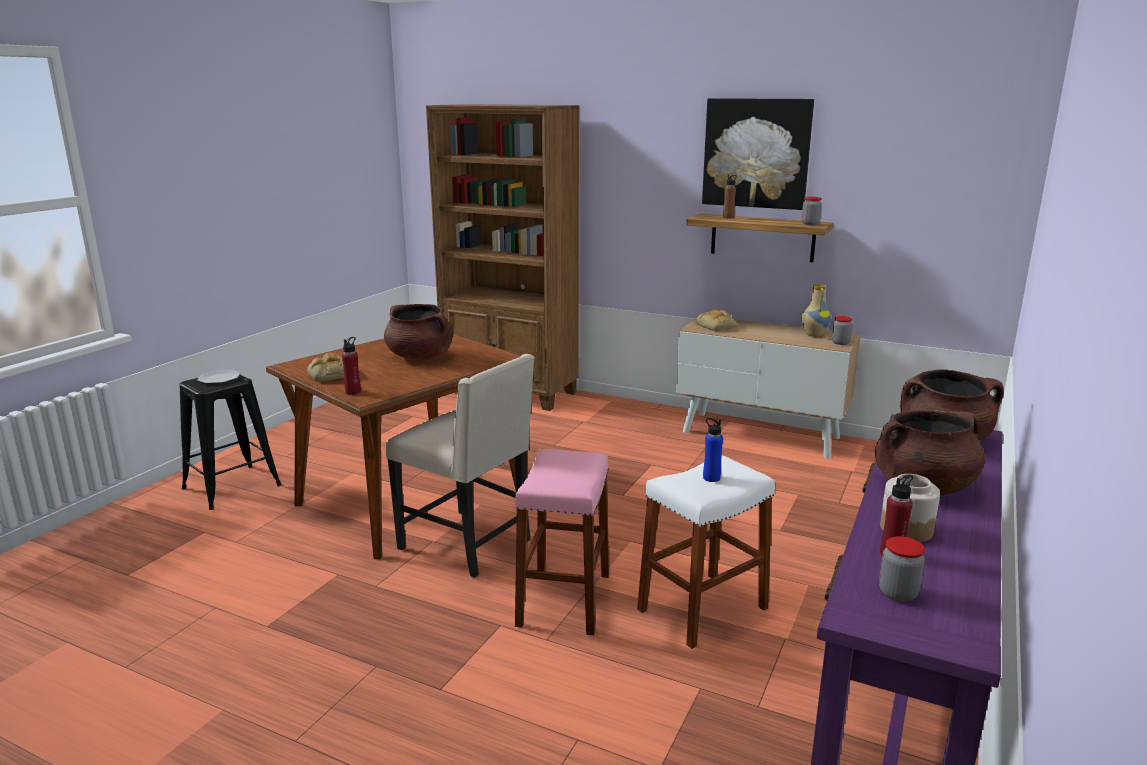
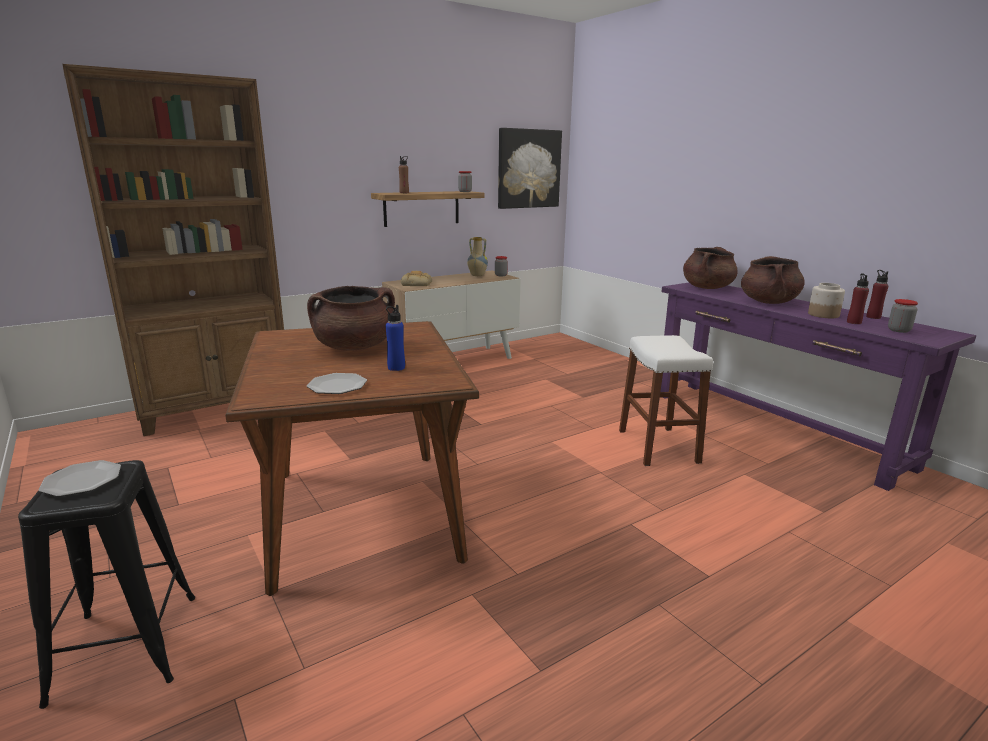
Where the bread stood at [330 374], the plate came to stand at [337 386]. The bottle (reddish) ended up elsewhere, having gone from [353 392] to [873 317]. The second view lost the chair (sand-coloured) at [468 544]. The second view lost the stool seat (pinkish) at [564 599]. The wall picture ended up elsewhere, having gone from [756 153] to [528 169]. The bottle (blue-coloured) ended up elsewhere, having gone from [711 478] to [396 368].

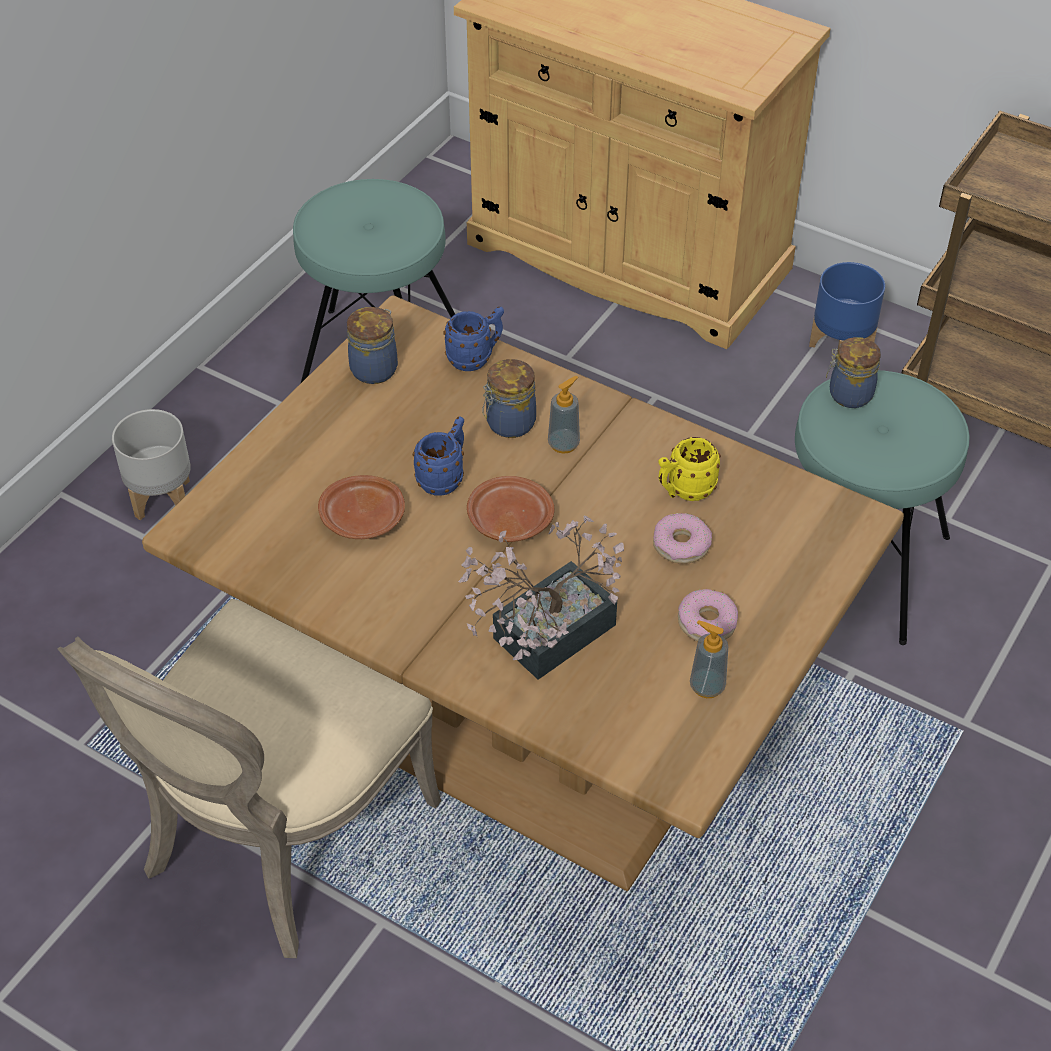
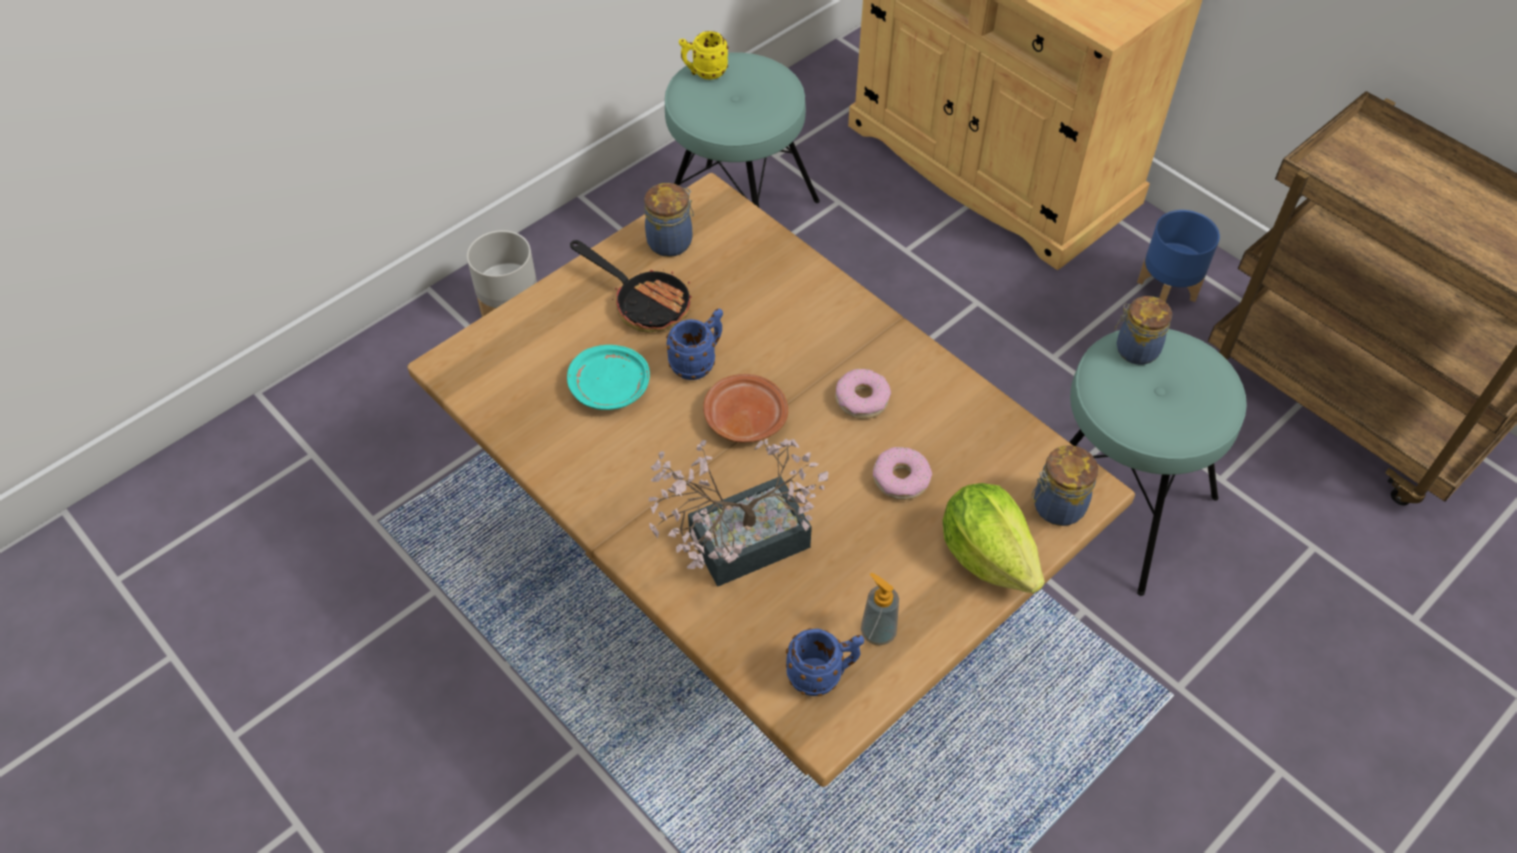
The second view lost the chair (sand-coloured) at [277 840]. What was the plate (brown-coloured) at [364 518] turned into the plate (turquoise) at [610 387]. The mug (blue-coloured) ended up elsewhere, having gone from [476 358] to [823 675]. The preserve jar ended up elsewhere, having gone from [508 424] to [1056 507]. The second view lost the soap dispenser at [563 444]. The mug (yellow-coloured) ended up elsewhere, having gone from [684 491] to [704 72]. The ring doughnut ended up elsewhere, having gone from [706 622] to [861 399]. The second view gained the pan at [644 302]. The second view gained the lettuce at [987 555].

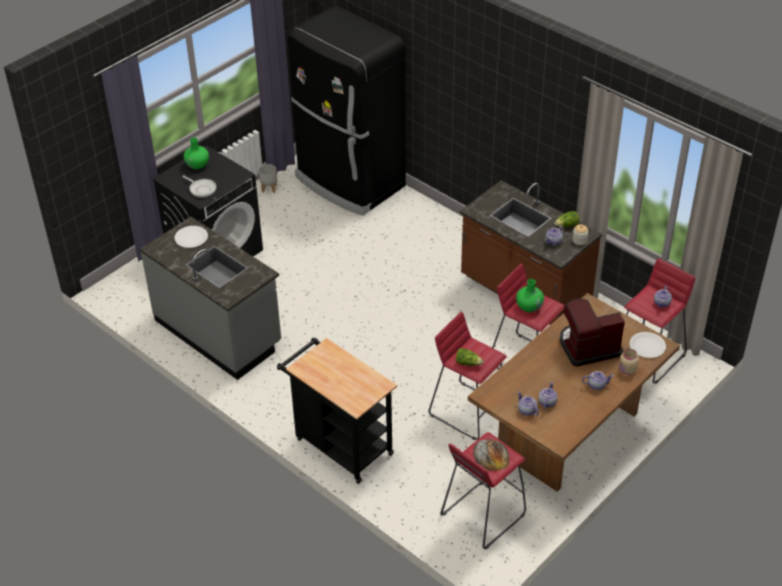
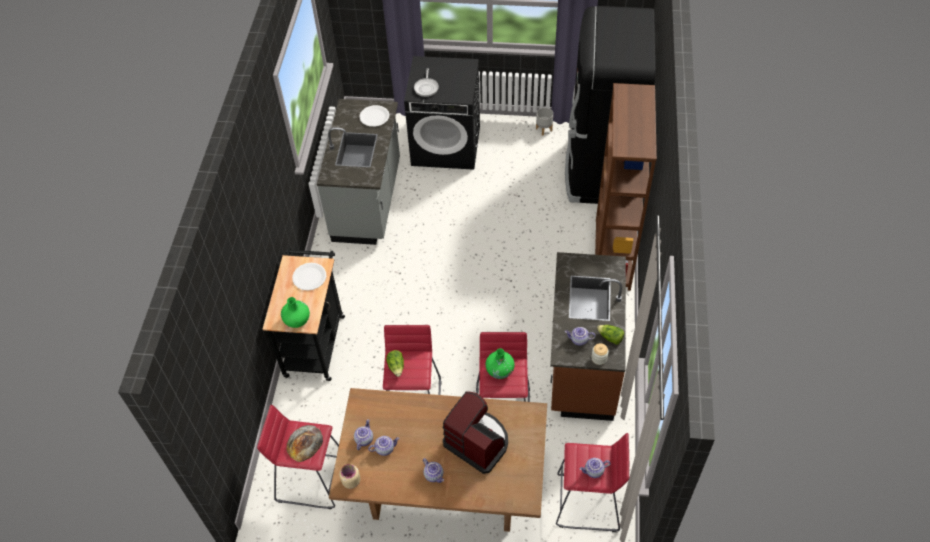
The vase (green-coloured) ended up elsewhere, having gone from [197 165] to [297 320]. The preserve jar (sand-coloured) ended up elsewhere, having gone from [627 370] to [350 481]. The plate (whitish) ended up elsewhere, having gone from [647 346] to [309 277]. The second view gained the bookshelf (brown-coloured) at [612 254].

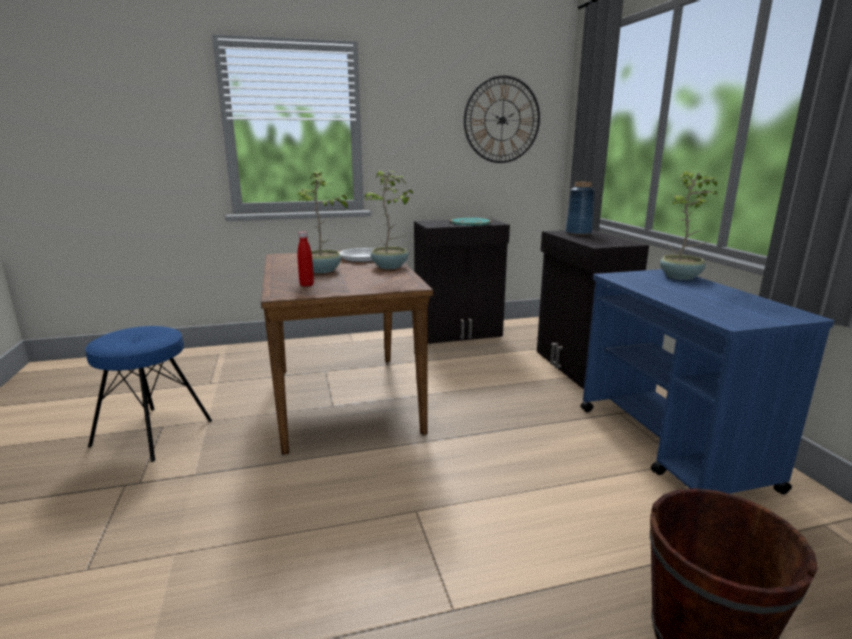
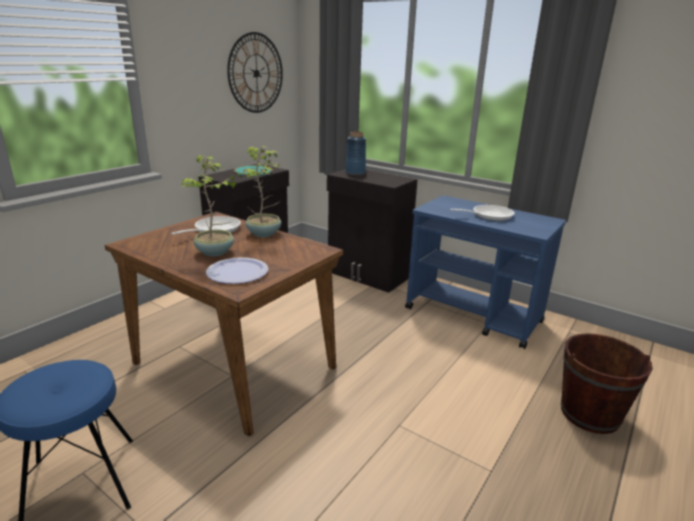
Where the bottle (reddish) stood at [306 285], the plate came to stand at [237 272]. The second view lost the potted plant at [681 277]. The second view gained the pan at [488 215].

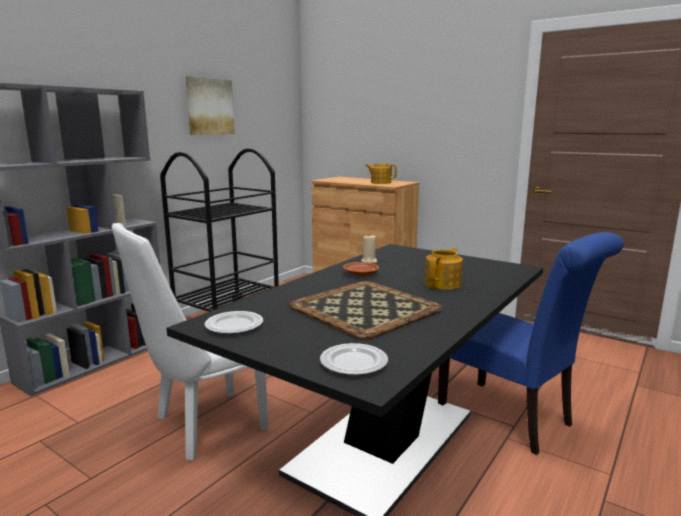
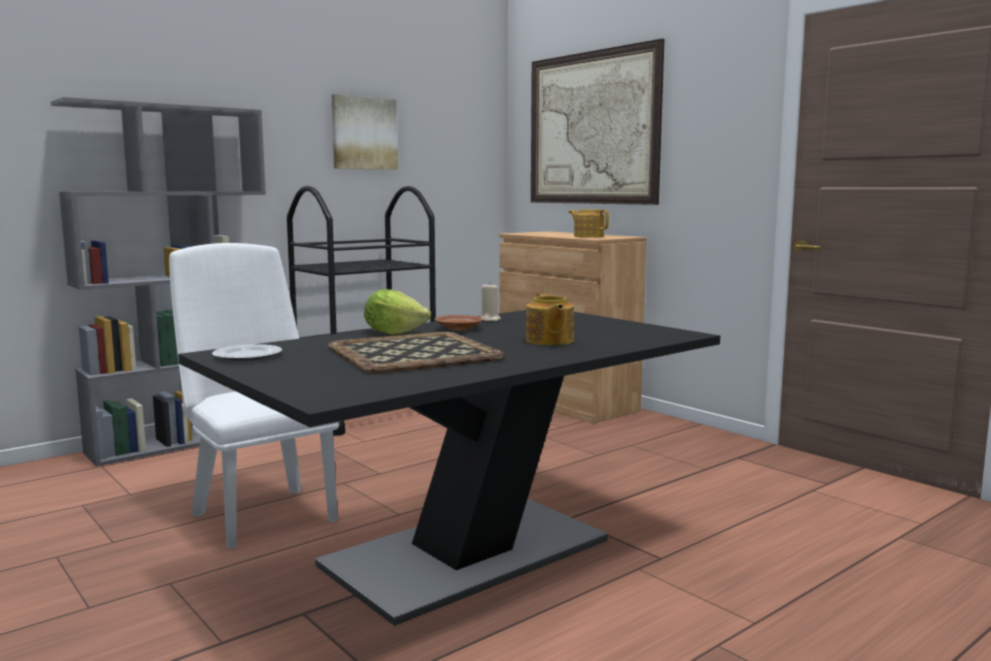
The chair (whitish) at [202 427] ended up facing another way, 75 degrees clockwise from before. The second view lost the plate at [353 363]. The tea pot at [443 284] ended up facing another way, 120 degrees clockwise from before. The second view lost the chair (blue-coloured) at [511 419]. The second view gained the lettuce at [394 333]. The second view gained the wall picture at [592 128].

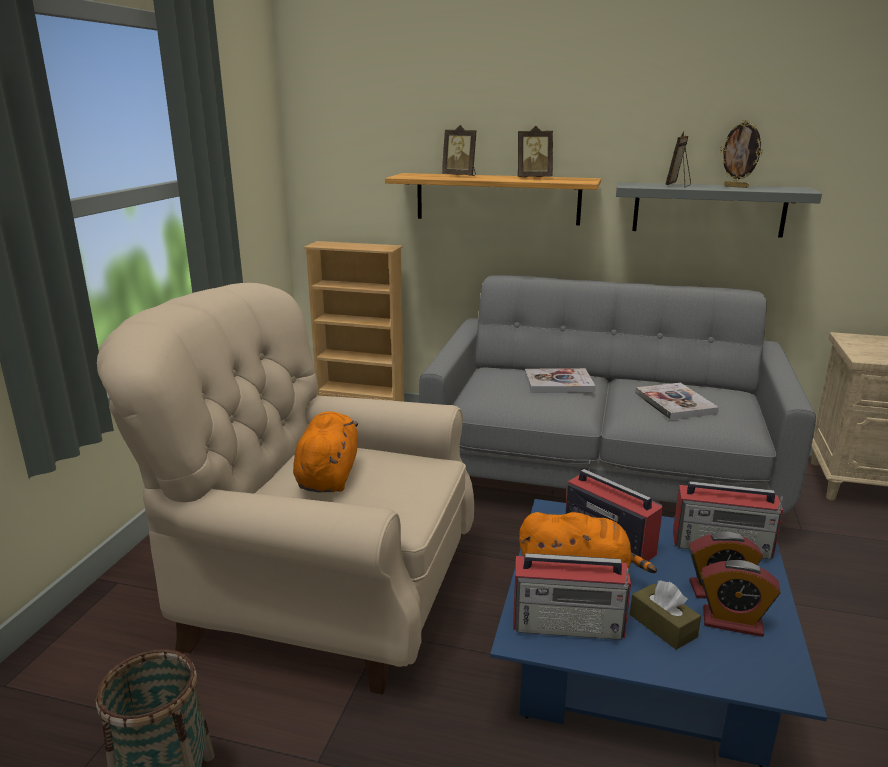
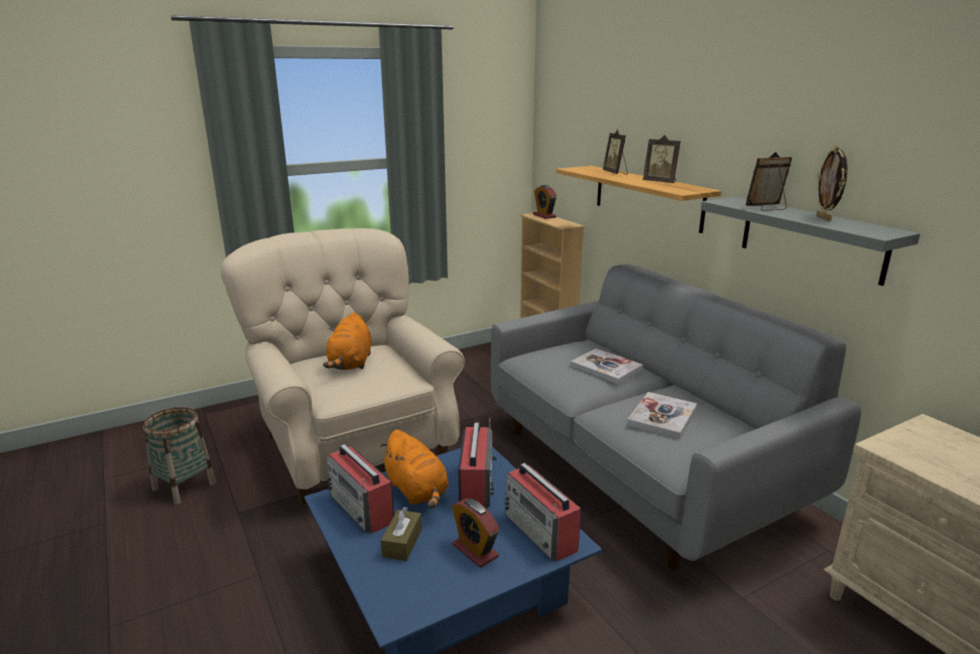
The plush toy (orange-coloured) at [328 476] ended up facing another way, 135 degrees clockwise from before. The alarm clock ended up elsewhere, having gone from [732 622] to [544 216].

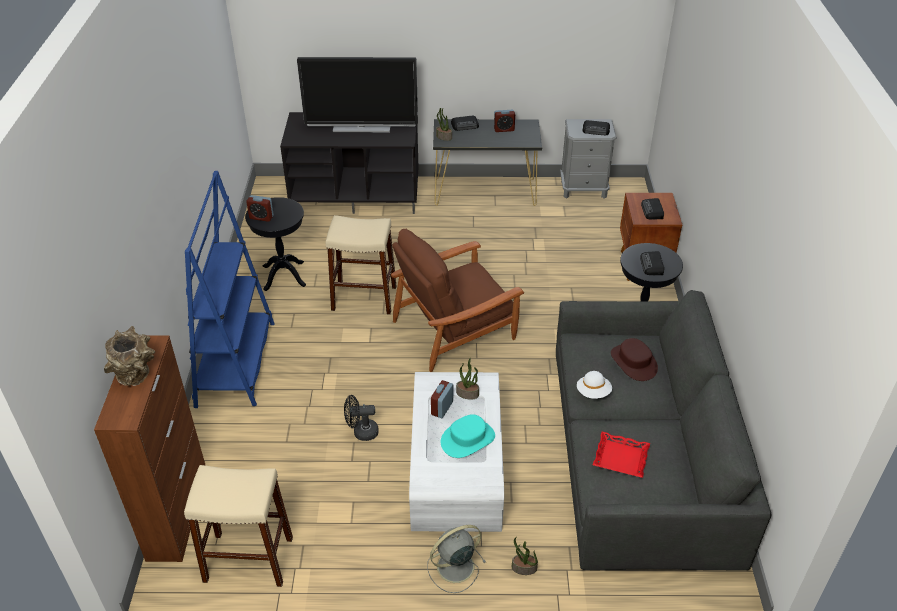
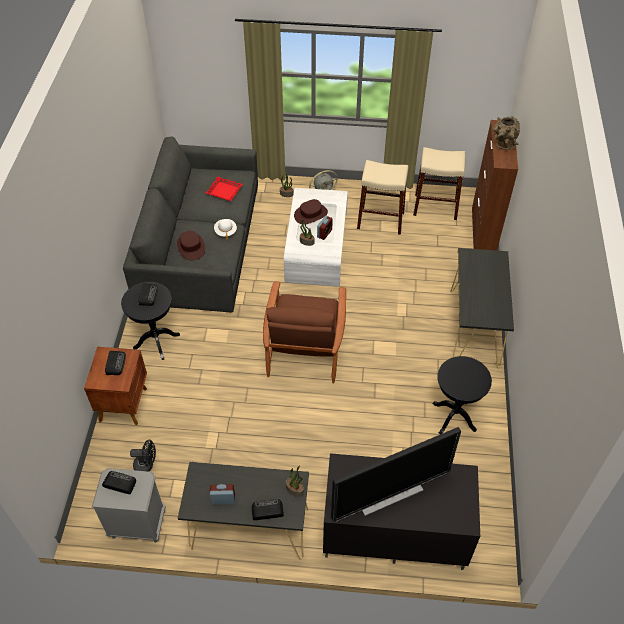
Where the bookshelf (blue-coloured) stood at [236 363], the hall table (black) came to stand at [474 328]. The second view lost the alarm clock at [261 217]. The TV at [362 127] ended up facing another way, 150 degrees clockwise from before. The stool seat (sand-coloured) ended up elsewhere, having gone from [364 298] to [380 220]. The cooling fan (black) ended up elsewhere, having gone from [361 432] to [147 465]. The easy chair (brown-coloured) at [455 329] ended up facing another way, 120 degrees clockwise from before. What was the hat (turquoise) at [467 439] turned into the hat (brown-coloured) at [311 214].

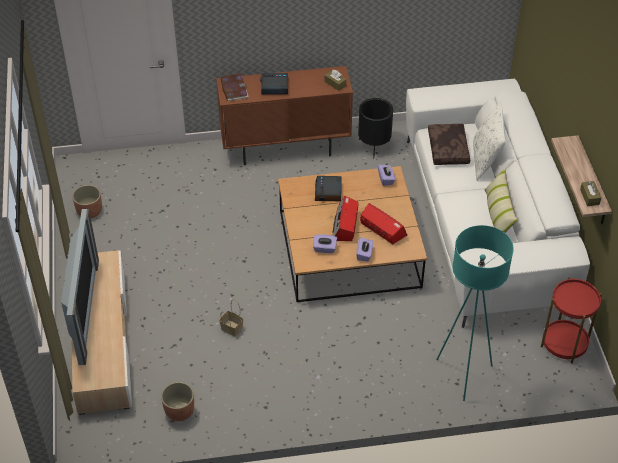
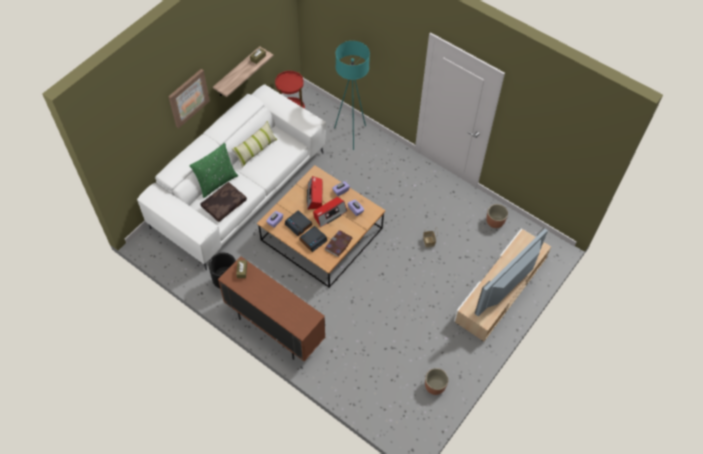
The bound book ended up elsewhere, having gone from [234 89] to [338 244]. The alarm clock ended up elsewhere, having gone from [274 87] to [298 225]. What was the cushion (whitish) at [485 160] turned into the cushion (green-coloured) at [216 182]. The second view gained the wall picture at [188 98].

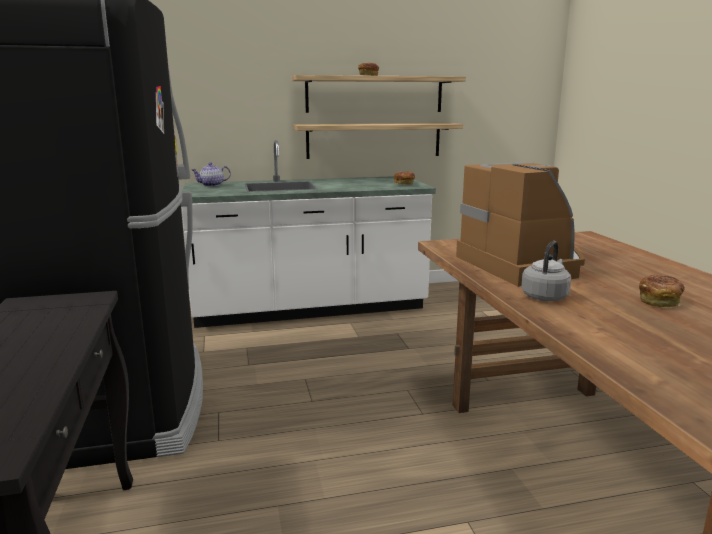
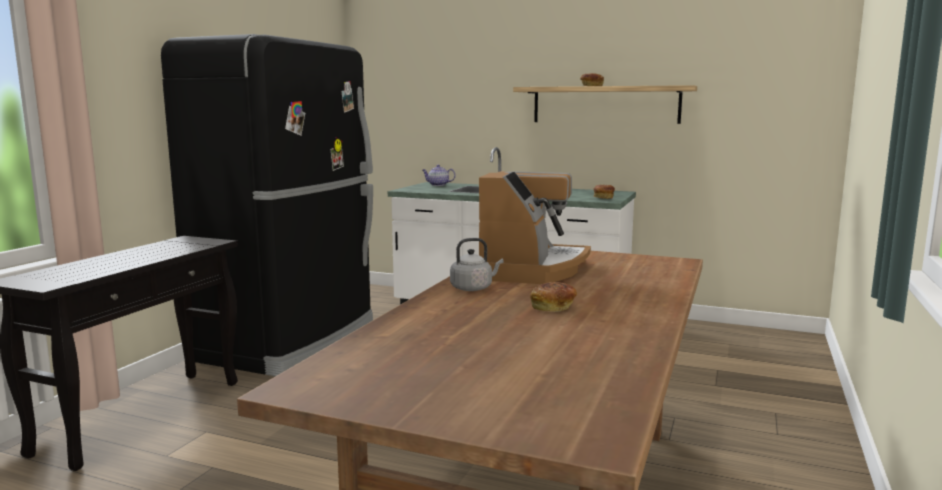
The second view lost the wall shelf at [374 140].

